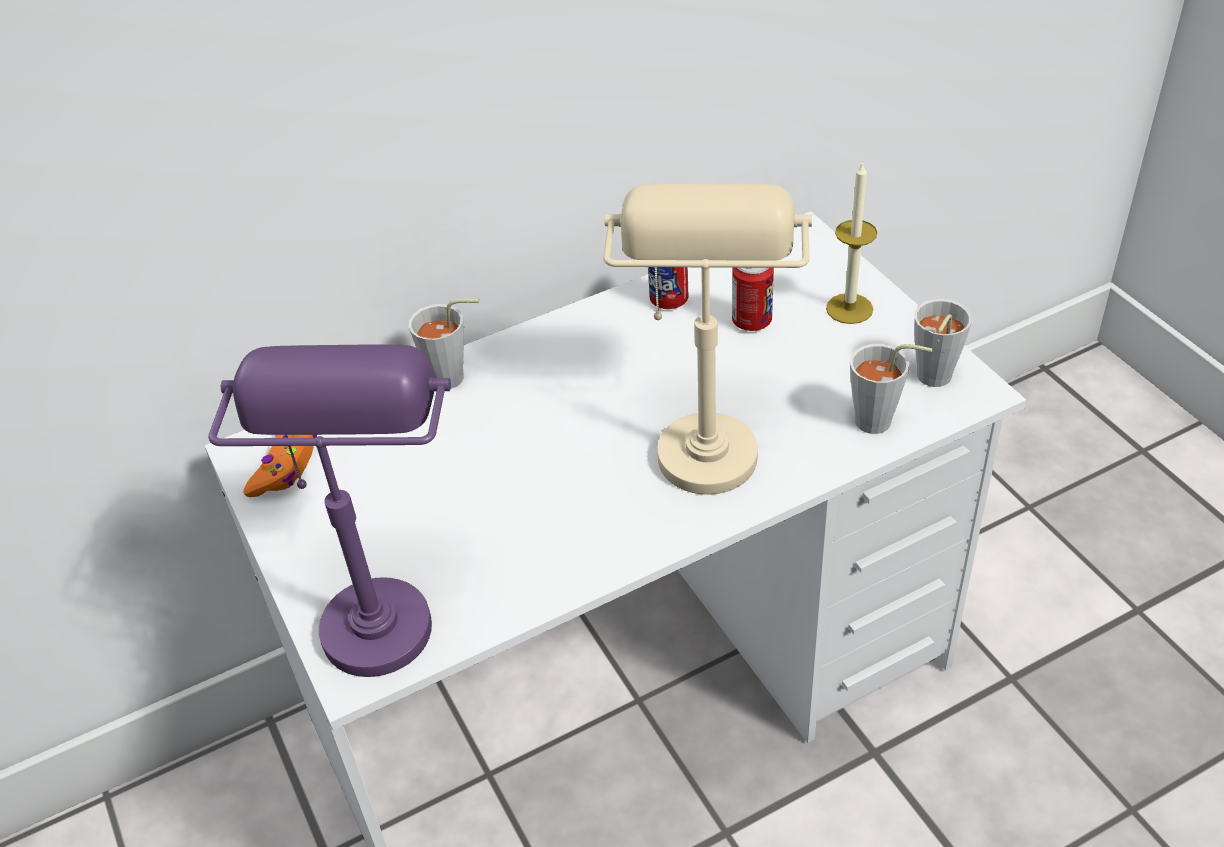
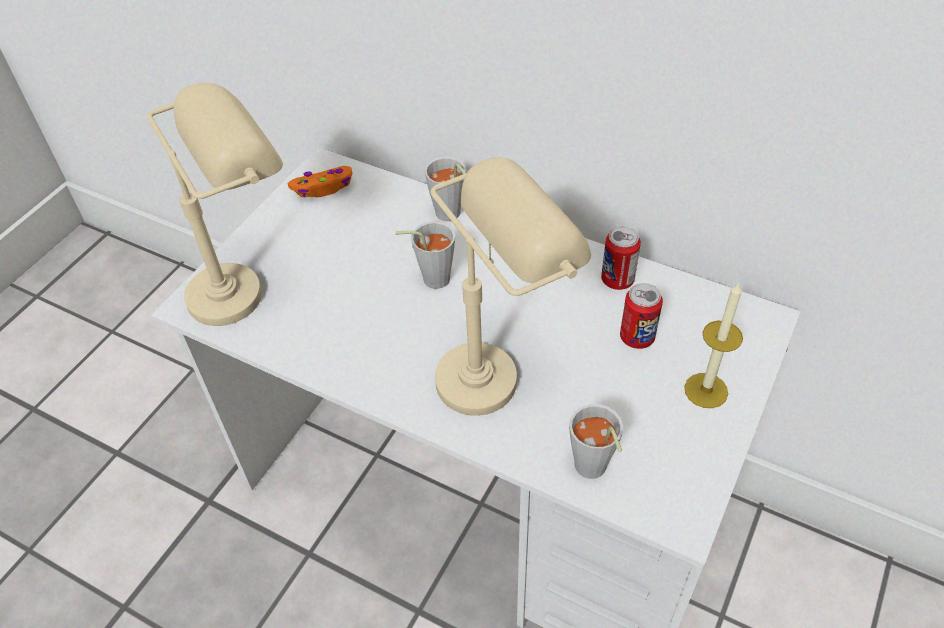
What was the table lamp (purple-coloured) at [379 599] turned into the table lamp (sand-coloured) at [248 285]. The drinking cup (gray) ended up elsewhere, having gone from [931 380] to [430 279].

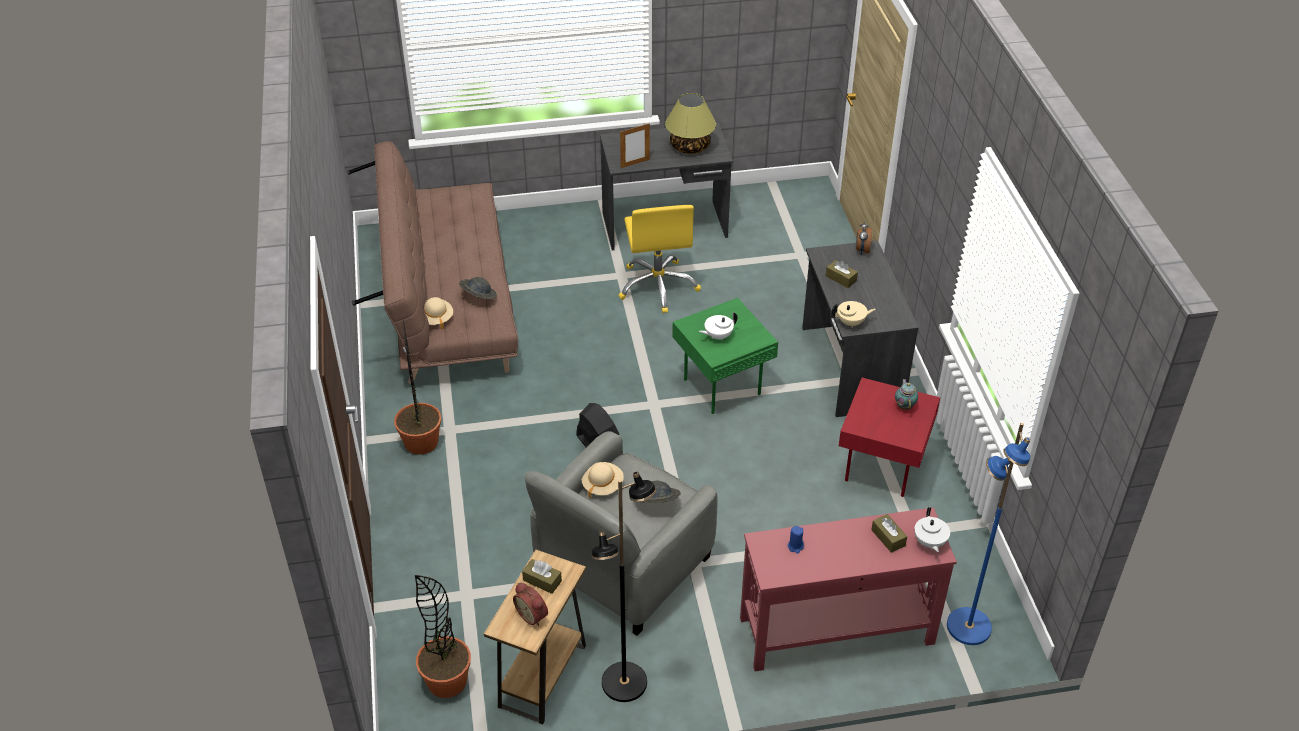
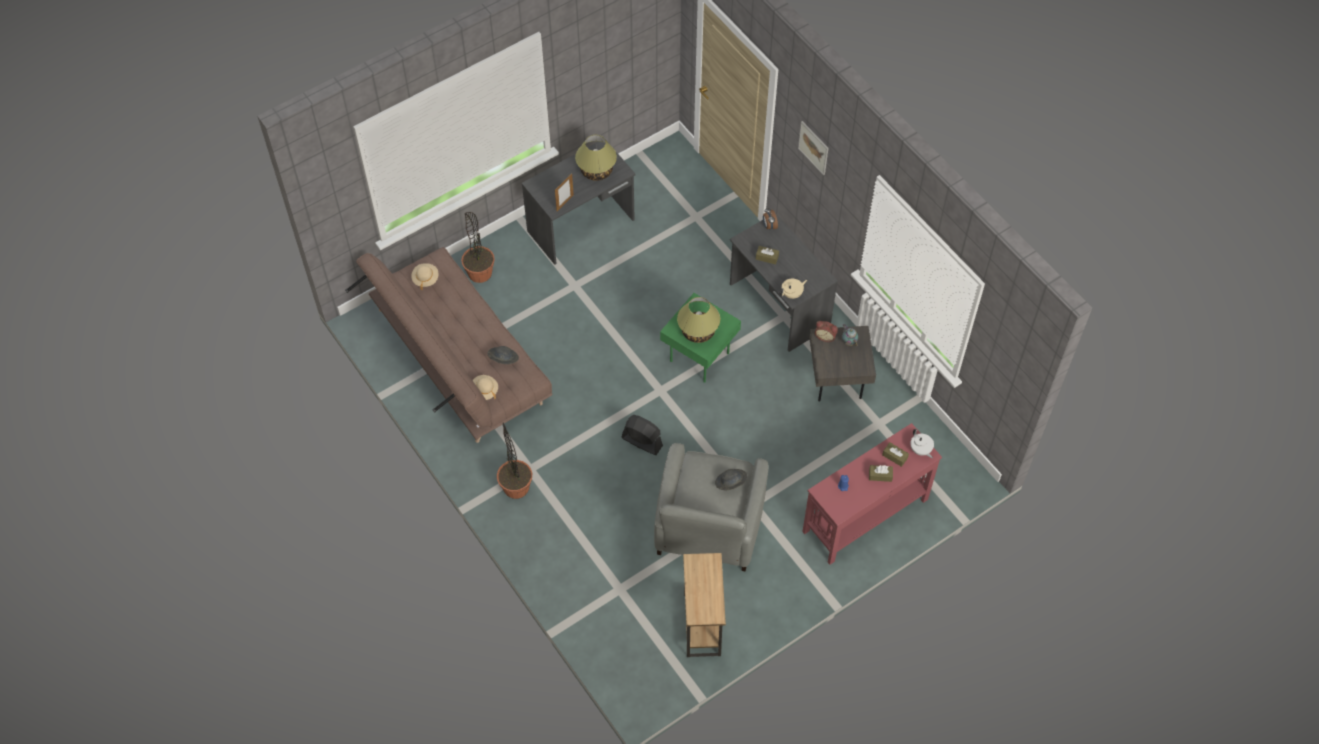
The potted plant ended up elsewhere, having gone from [447 681] to [480 273]. The alarm clock ended up elsewhere, having gone from [533 615] to [825 336]. The tissue box (brown-coloured) ended up elsewhere, having gone from [542 580] to [880 475]. The hat (sand-coloured) ended up elsewhere, having gone from [602 485] to [425 279]. The second view lost the standing lamp (black) at [625 683]. The second view lost the desk chair (yellow-coloured) at [658 286]. Where the tea pot (whitish) stood at [718 336], the table lamp came to stand at [698 331]. What was the end table (reddish) at [882 469] turned into the end table (gray) at [838 382]. The second view lost the standing lamp (blue-coloured) at [967 627]. The second view gained the wall picture at [813 147].

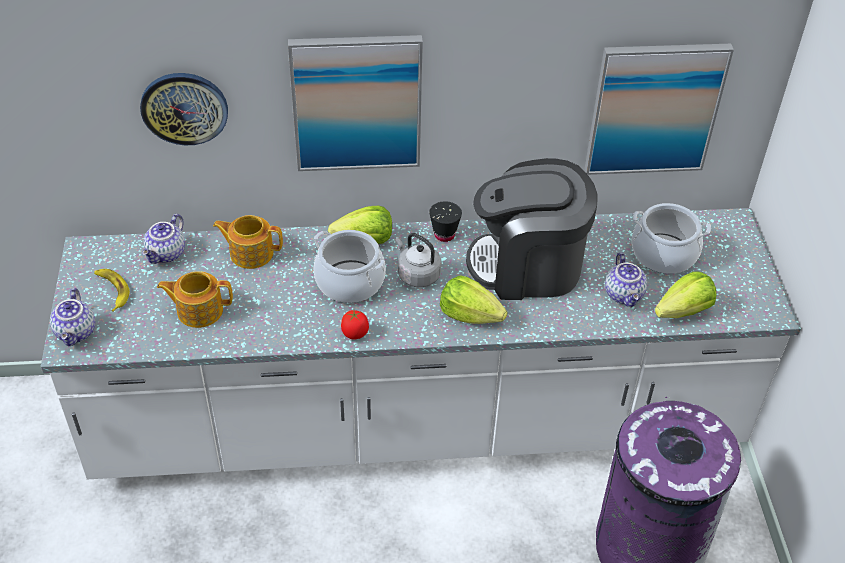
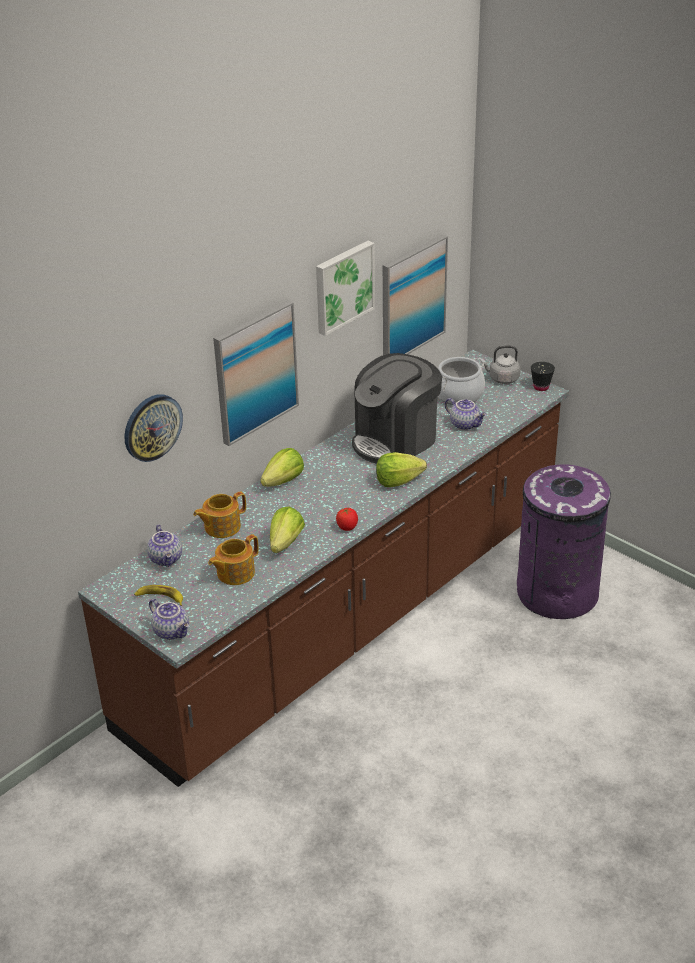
What was the kitchen base unit (whitish) at [418 420] turned into the kitchen base unit (brown-coloured) at [351 616]. The second view lost the stockpot at [350 282]. The kettle (gray) ended up elsewhere, having gone from [417 275] to [502 379]. The drinking cup (black) ended up elsewhere, having gone from [444 235] to [541 387]. The lettuce ended up elsewhere, having gone from [683 311] to [285 543]. The second view gained the wall picture at [343 286].

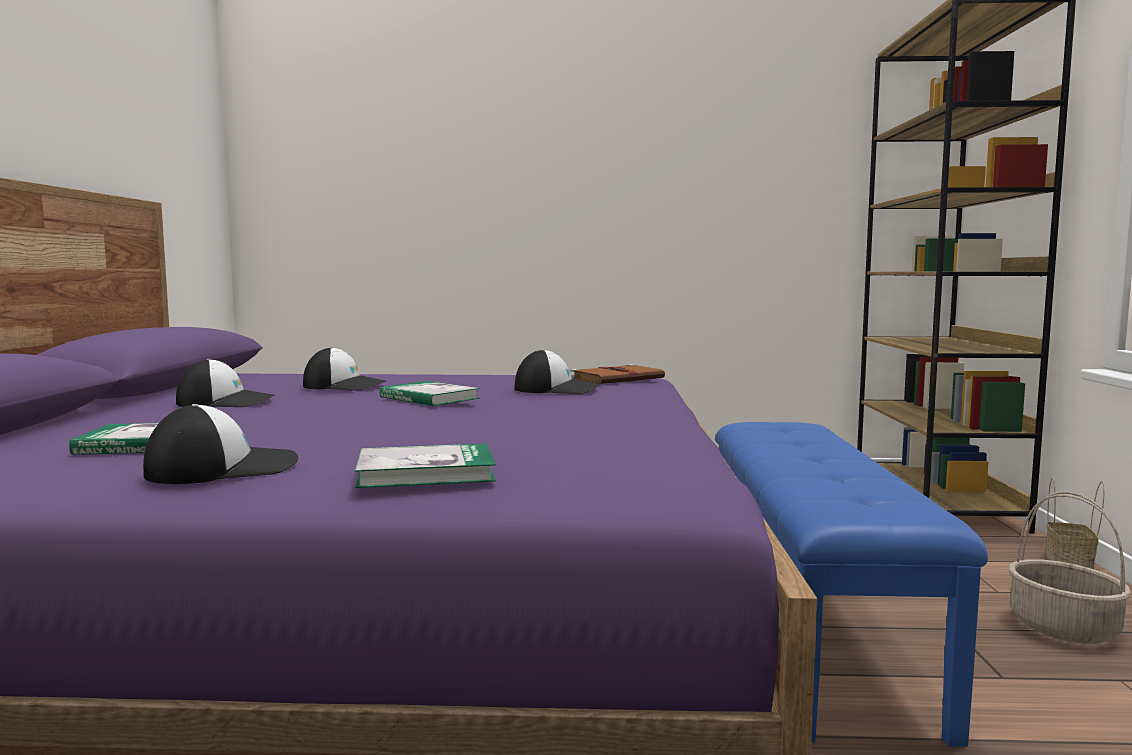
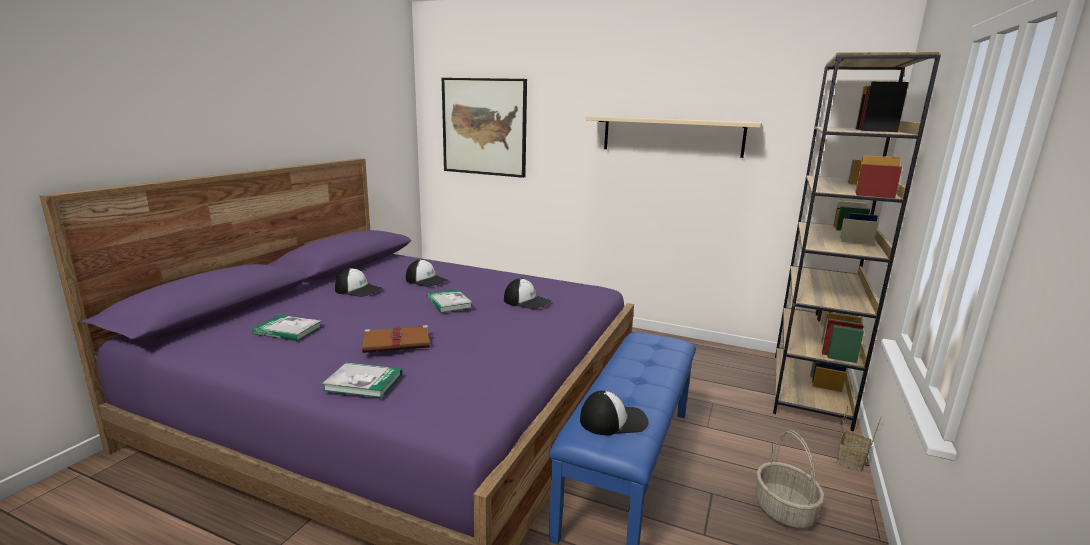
The baseball cap ended up elsewhere, having gone from [223 468] to [613 420]. The bound book (brown-coloured) ended up elsewhere, having gone from [618 379] to [398 342]. The second view gained the wall picture at [484 127]. The second view gained the wall shelf (sand-coloured) at [672 136].

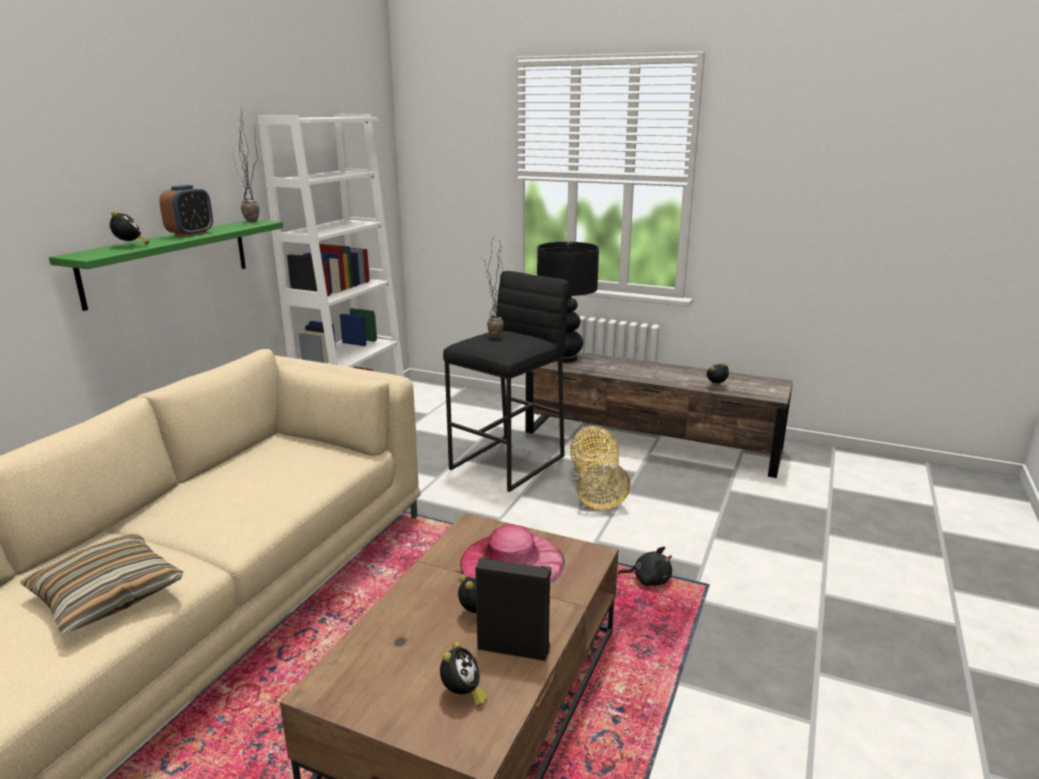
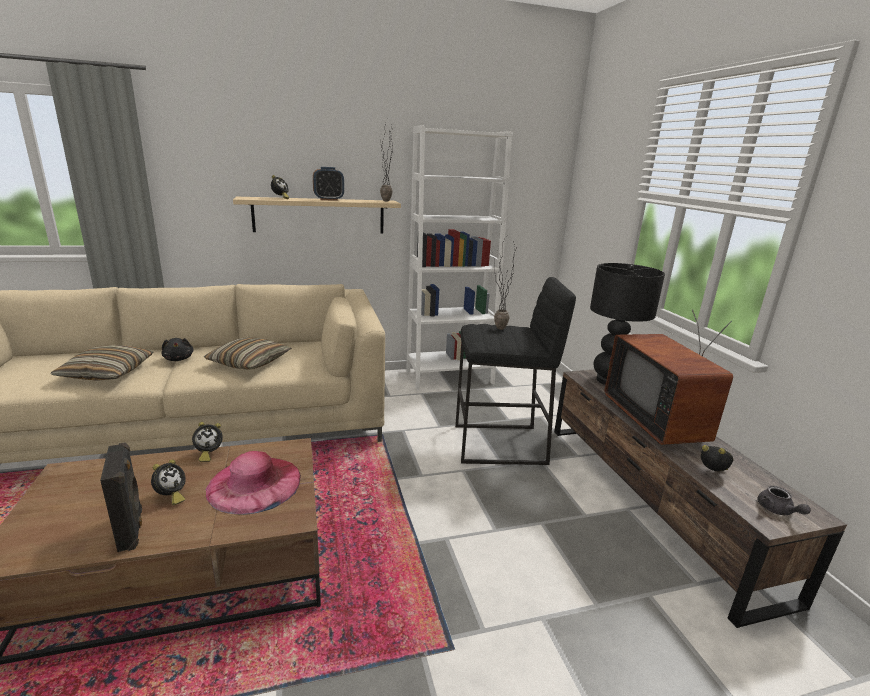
What was the wall shelf (green-coloured) at [168 261] turned into the wall shelf (sand-coloured) at [319 215]. The alarm clock ended up elsewhere, having gone from [462 694] to [208 454]. The second view lost the basket at [596 486]. The plush toy (black) ended up elsewhere, having gone from [649 580] to [179 359]. The second view gained the cushion at [249 362]. The second view gained the TV at [659 420]. The second view gained the tea pot (gray) at [777 511].

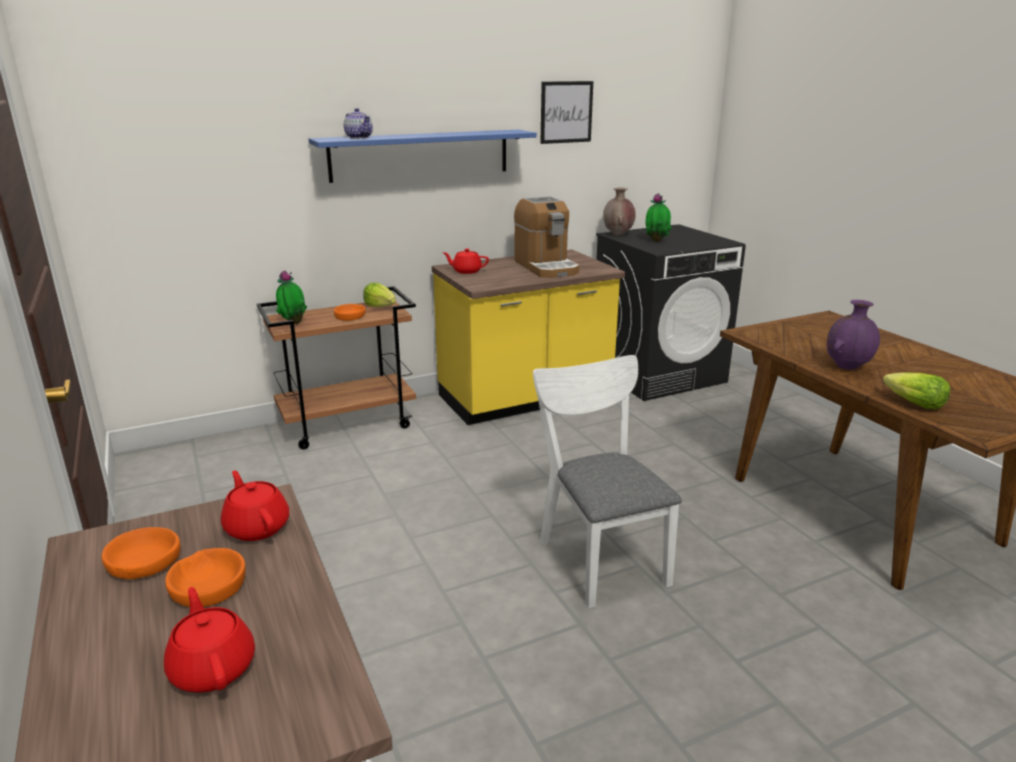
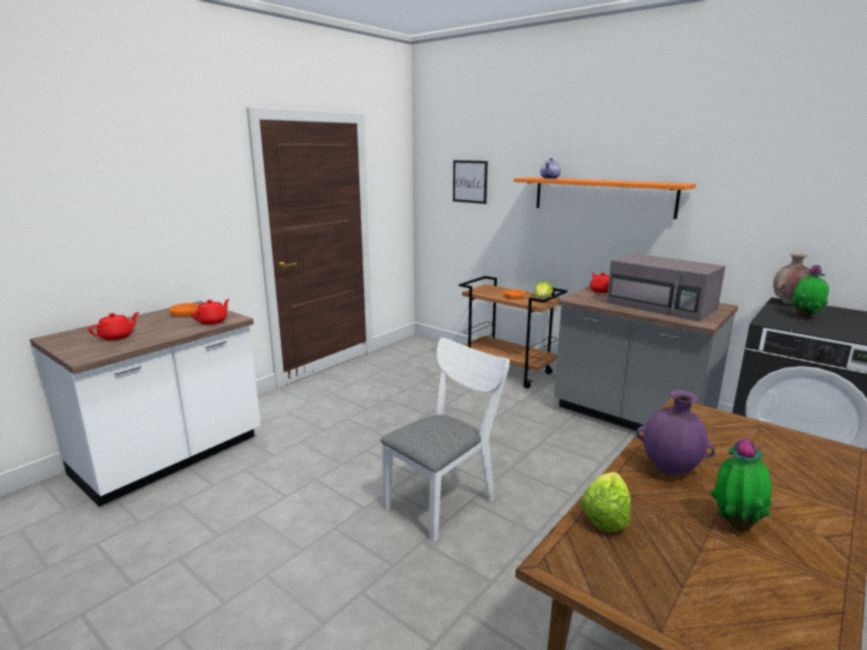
The second view lost the deep dish (orange-coloured) at [208 586]. The potted plant ended up elsewhere, having gone from [293 323] to [735 524]. What was the wall shelf (blue-coloured) at [420 155] turned into the wall shelf (orange-coloured) at [602 196]. What was the kitchen base unit (yellow-coloured) at [525 398] turned into the kitchen base unit (gray) at [631 416]. Where the coffee maker stood at [546 267], the kitchen microwave (gray) came to stand at [662 306]. The wall picture ended up elsewhere, having gone from [566 112] to [470 181].

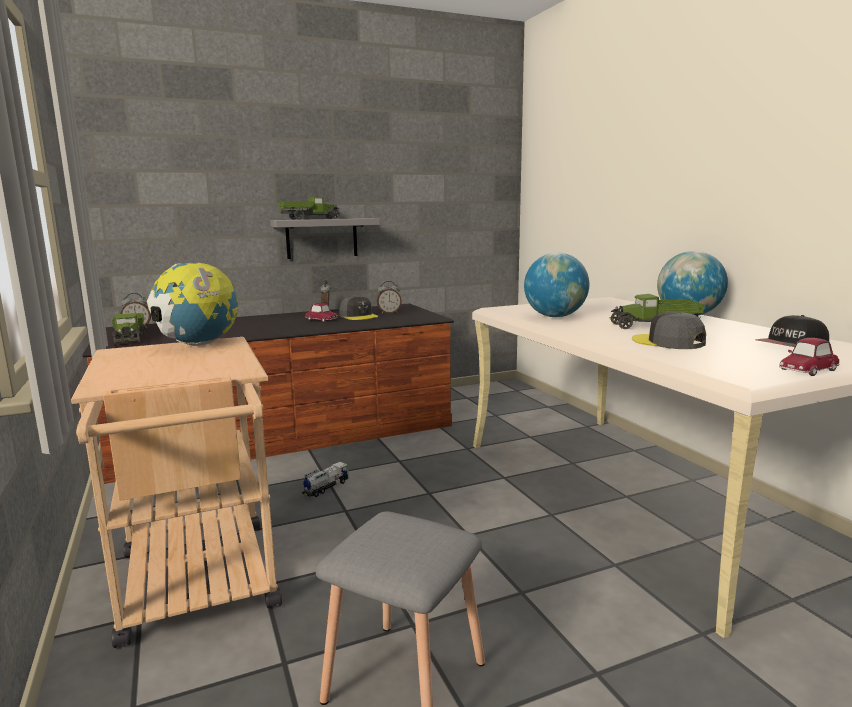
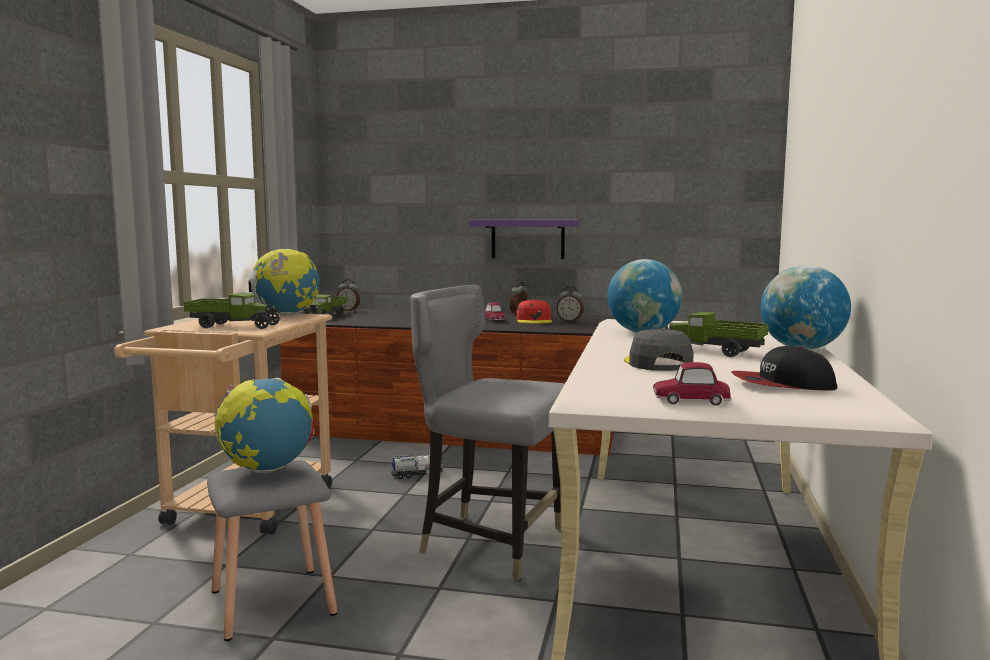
What was the wall shelf (gray) at [322 238] turned into the wall shelf (purple-coloured) at [527 239]. The toy truck ended up elsewhere, having gone from [309 219] to [233 326]. What was the baseball cap (gray) at [358 316] turned into the baseball cap (reddish) at [534 320]. The second view gained the desk globe at [267 470]. The second view gained the chair (gray) at [492 542].

